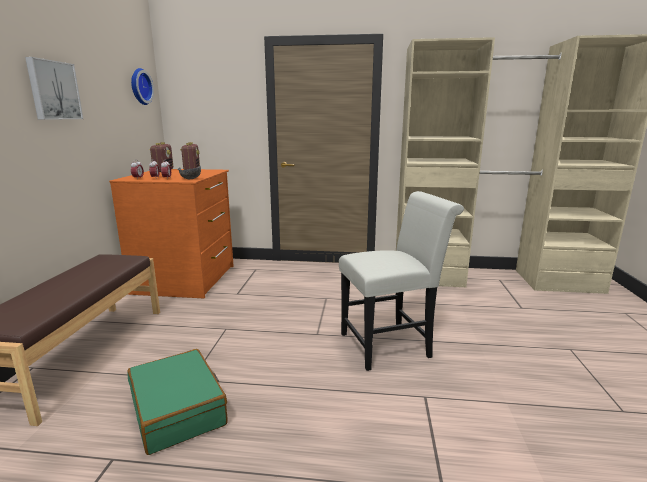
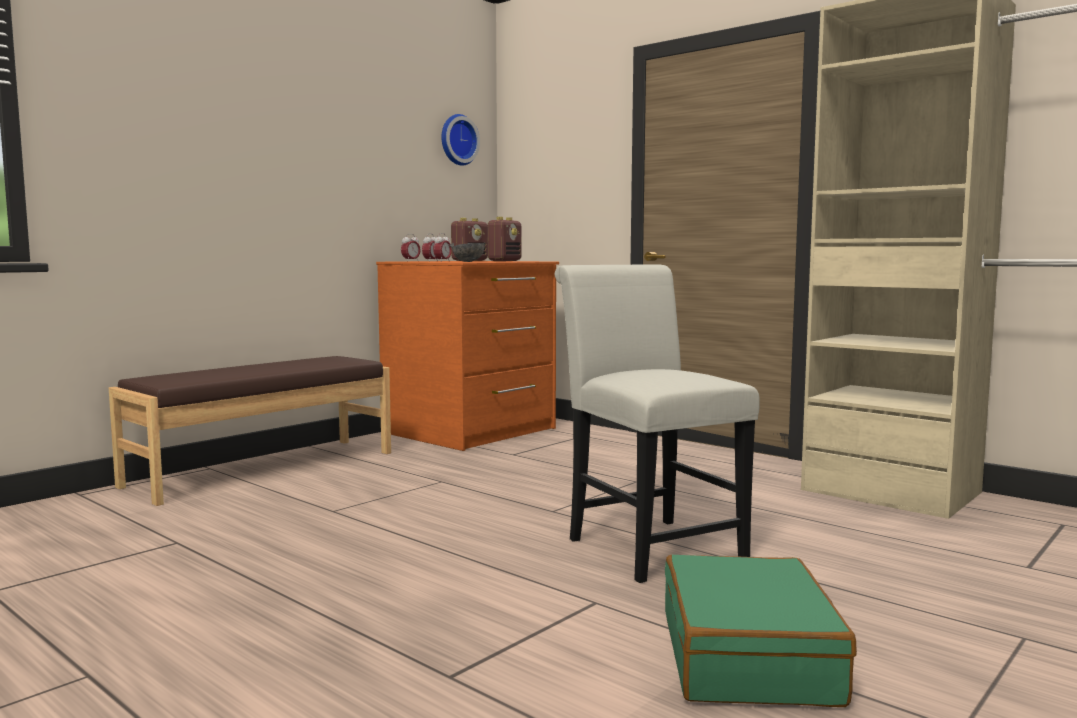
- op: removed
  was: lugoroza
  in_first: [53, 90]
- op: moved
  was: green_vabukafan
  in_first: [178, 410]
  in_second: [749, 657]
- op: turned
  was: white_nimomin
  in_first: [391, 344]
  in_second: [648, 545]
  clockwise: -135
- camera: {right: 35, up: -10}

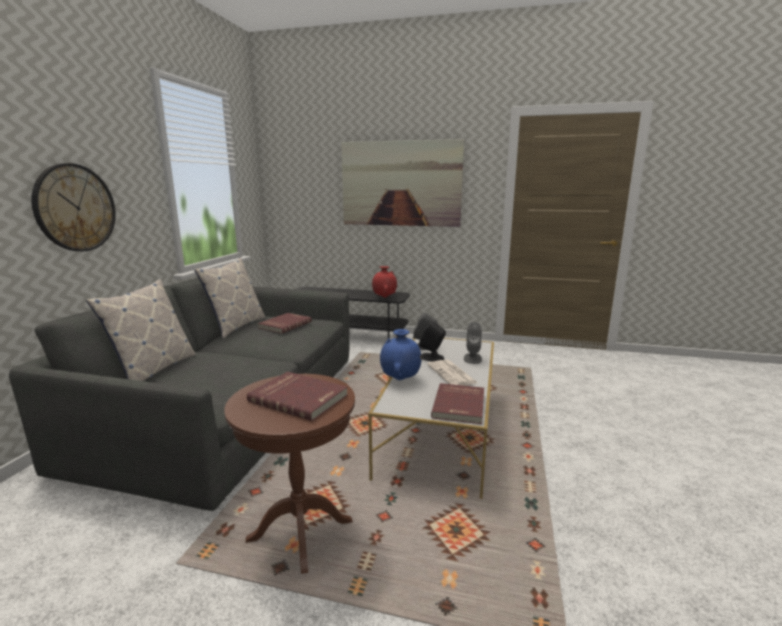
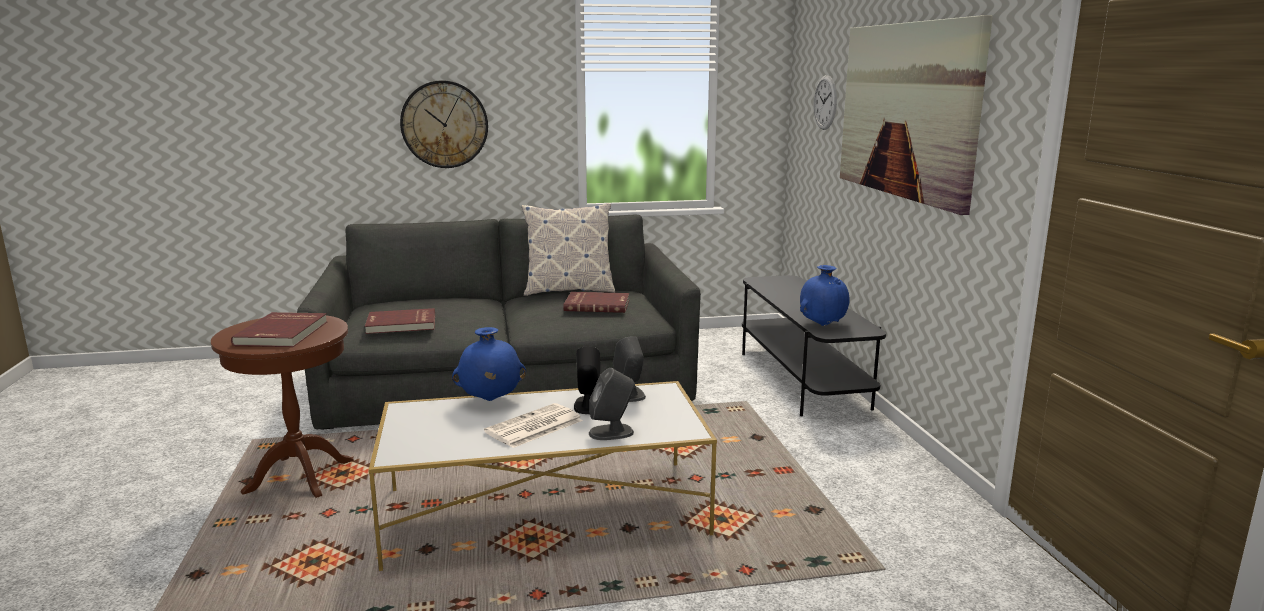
- op: removed
  was: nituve
  in_first: [153, 370]
- op: added
  now: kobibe
  in_second: [825, 102]
- op: moved
  was: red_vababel
  in_first: [460, 405]
  in_second: [401, 324]
- op: recoloured
  was: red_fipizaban
  now: blue_fipizaban
  in_first: [384, 297]
  in_second: [822, 325]
- camera: {right: 65, up: 0}

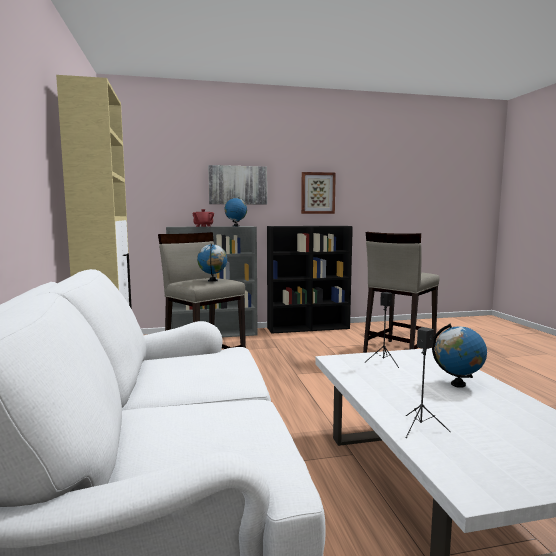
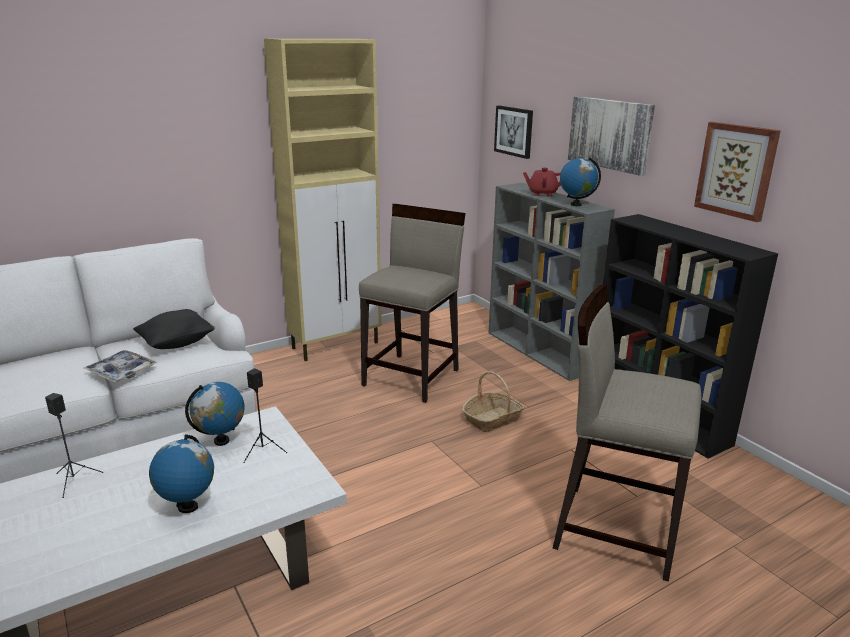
- op: added
  now: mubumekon
  in_second: [121, 372]
- op: added
  now: black_nituve
  in_second: [177, 343]
- op: added
  now: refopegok
  in_second: [492, 419]
- op: added
  now: lugoroza
  in_second: [514, 131]
- op: moved
  was: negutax
  in_first: [213, 280]
  in_second: [221, 441]
- camera: {right: 70, up: 15}

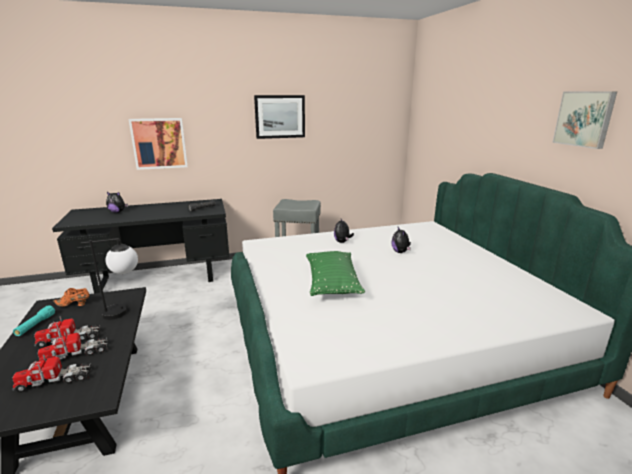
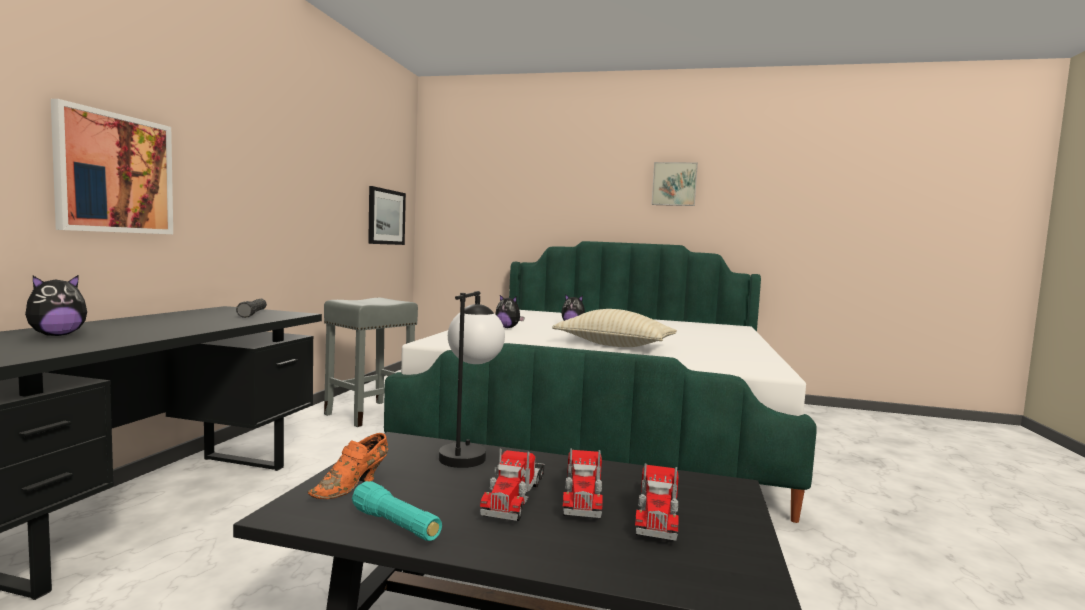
- op: moved
  was: lugoroza
  in_first: [280, 116]
  in_second: [386, 217]
- op: recoloured
  was: green_nituve
  now: beige_nituve
  in_first: [332, 283]
  in_second: [614, 345]
- camera: {right: -60, up: -15}

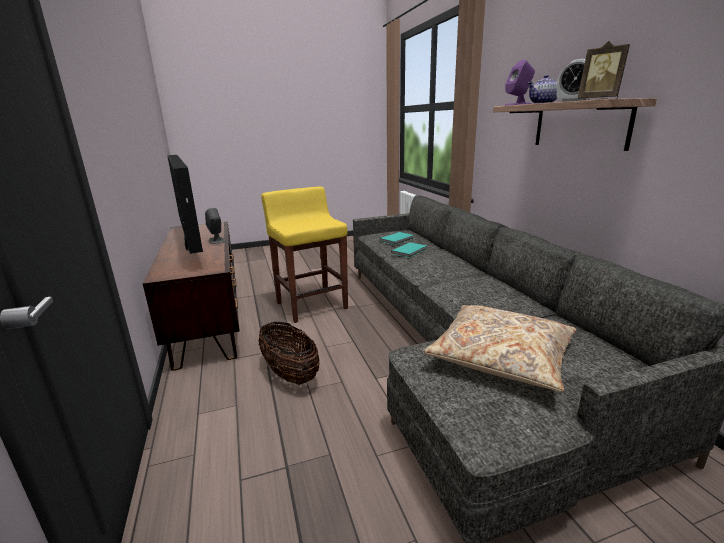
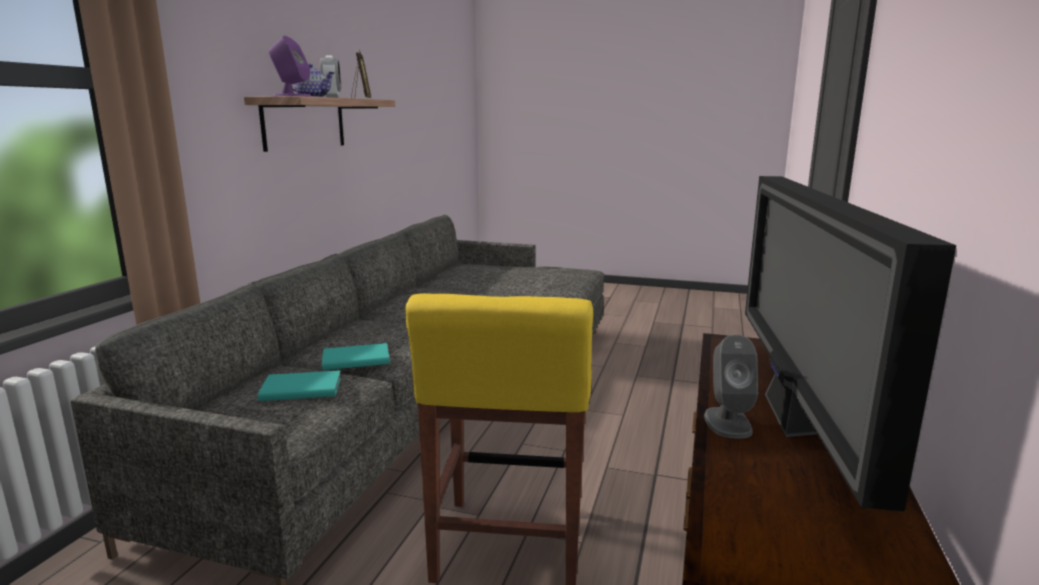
- op: removed
  was: refopegok
  in_first: [290, 374]
- op: removed
  was: beige_nituve
  in_first: [500, 356]
- camera: {right: -145, up: -5}

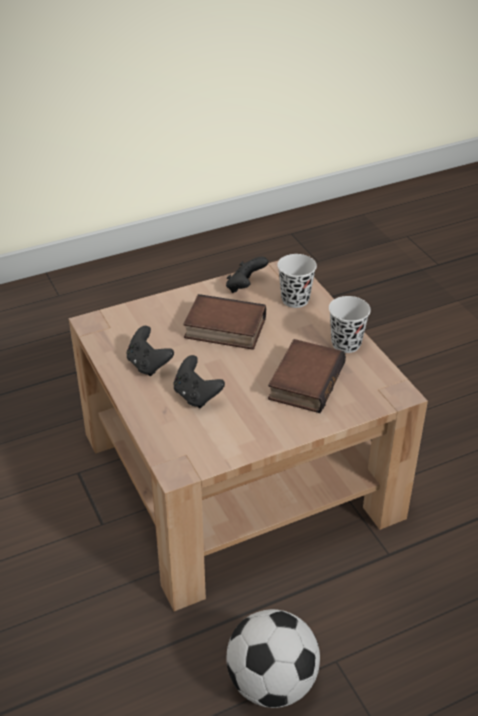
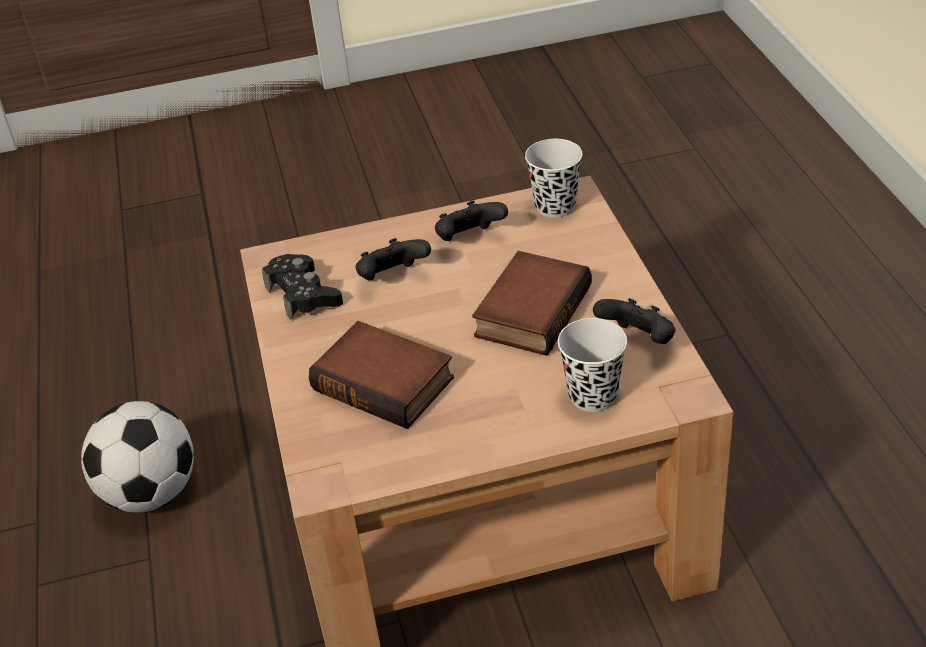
- op: added
  now: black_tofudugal
  in_second: [303, 294]
- op: moved
  was: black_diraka
  in_first: [346, 344]
  in_second: [555, 206]
- camera: {right: 105, up: 0}

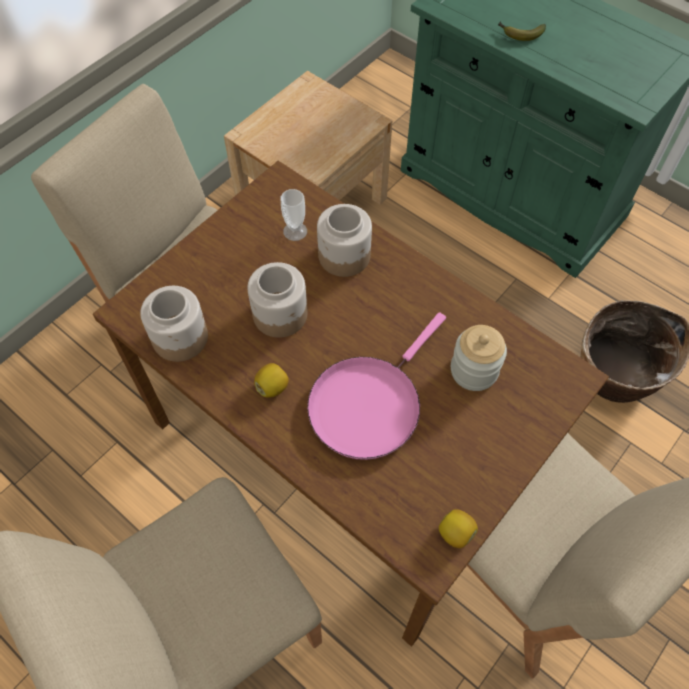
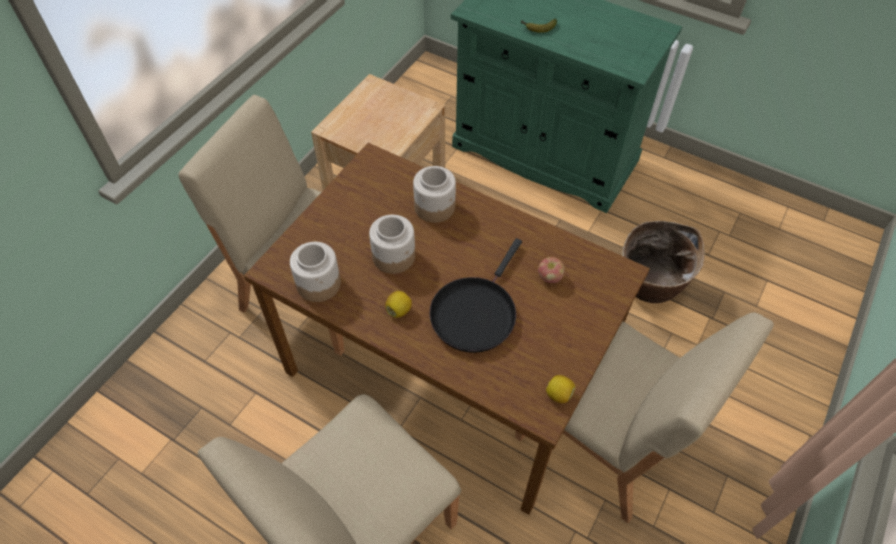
- op: removed
  was: diraka
  in_first: [295, 231]
- op: replaced
  was: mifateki
  now: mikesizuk
  in_first: [474, 370]
  in_second: [549, 277]
- op: recoloured
  was: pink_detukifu
  now: black_detukifu
  in_first: [368, 404]
  in_second: [475, 312]
- camera: {right: -10, up: -5}

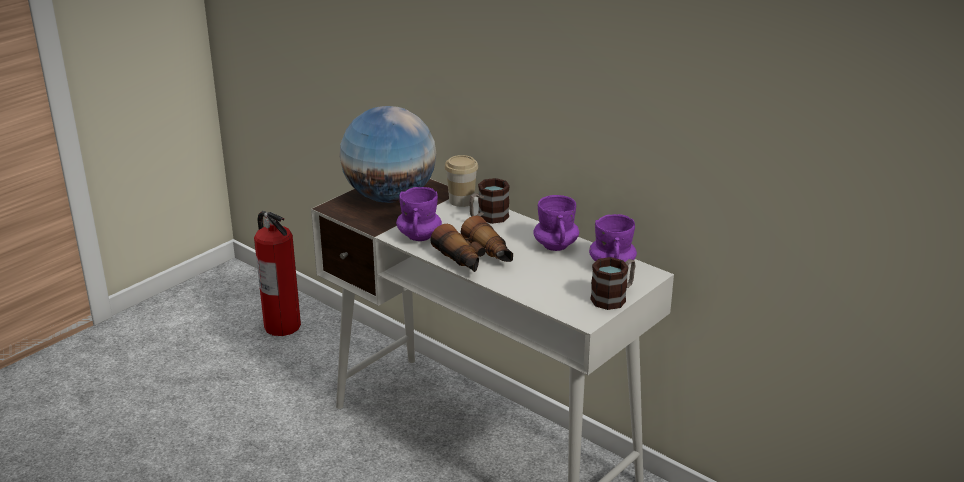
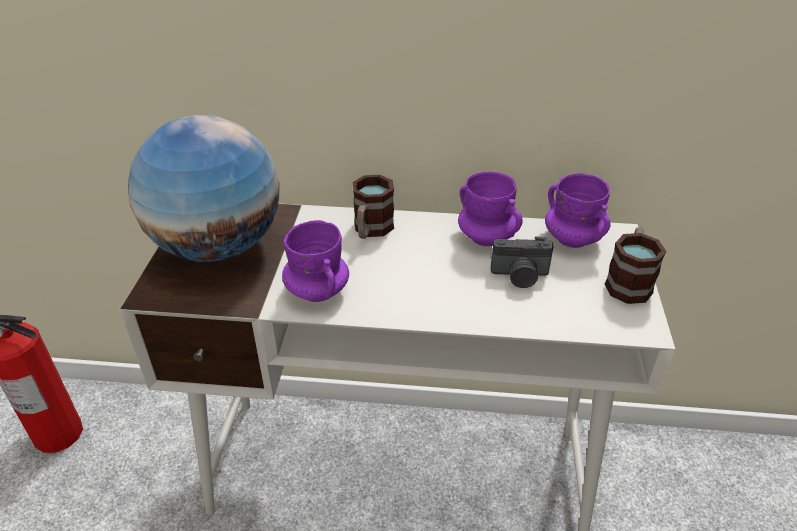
- op: removed
  was: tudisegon
  in_first: [475, 259]
- op: removed
  was: diraka
  in_first: [461, 201]
- op: added
  now: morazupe
  in_second: [520, 276]
- camera: {right: -35, up: 10}

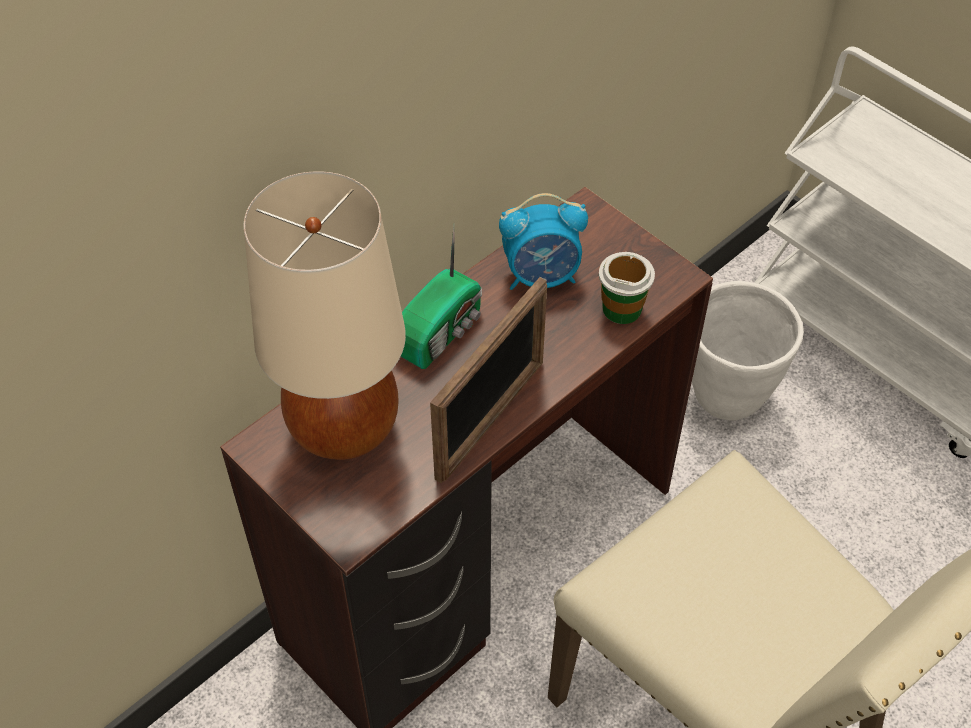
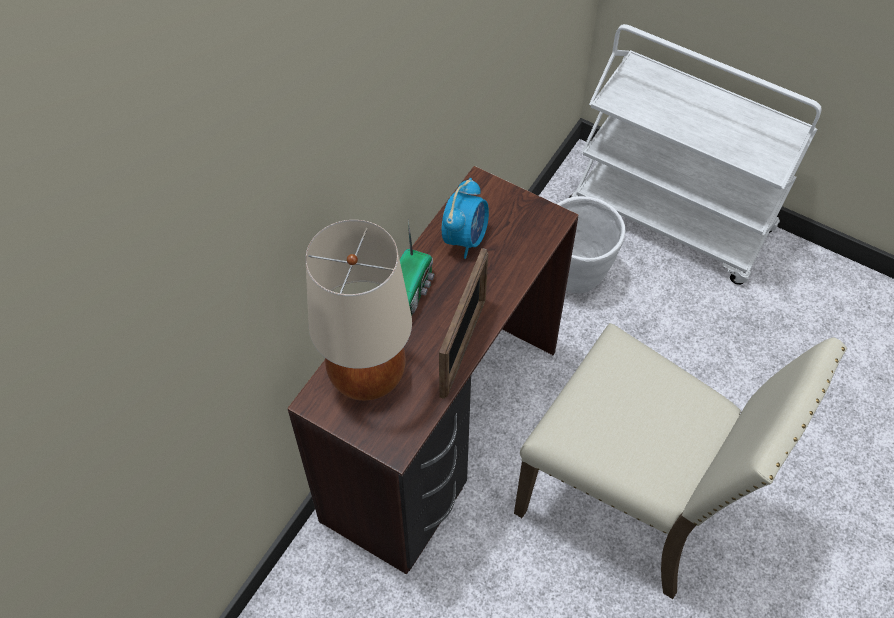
- op: removed
  was: diraka
  in_first: [622, 308]
- op: turned
  was: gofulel
  in_first: [542, 276]
  in_second: [465, 238]
  clockwise: -45
- camera: {right: -15, up: 5}

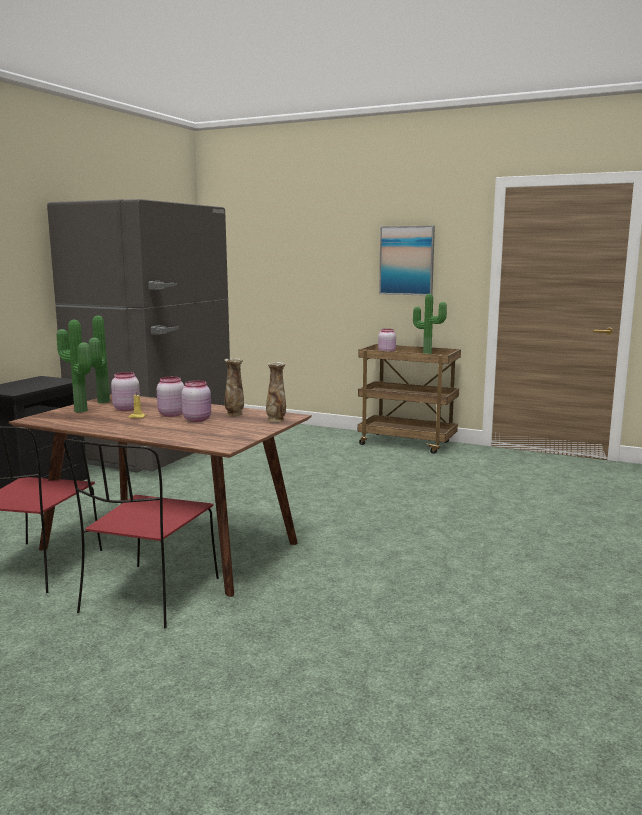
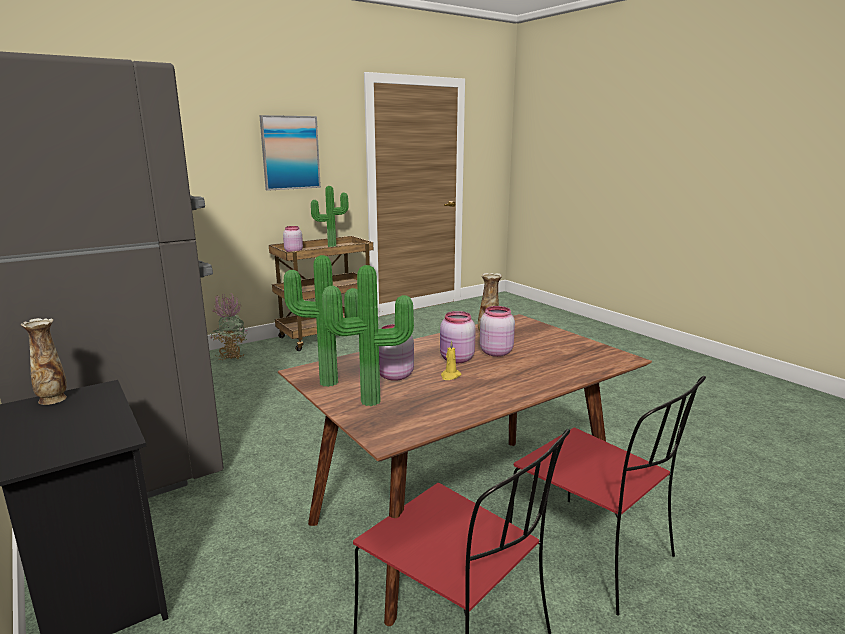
- op: added
  now: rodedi
  in_second: [231, 356]
- op: moved
  was: fipizaban
  in_first: [276, 420]
  in_second: [53, 399]
- camera: {right: -60, up: 5}

